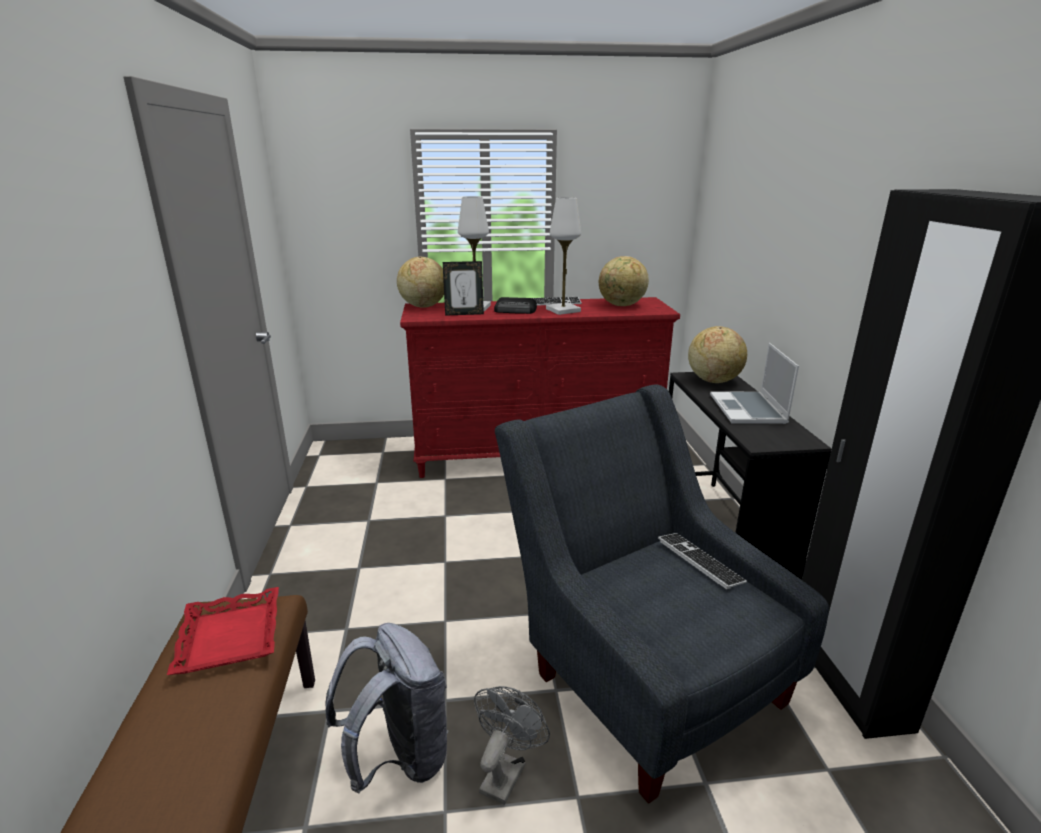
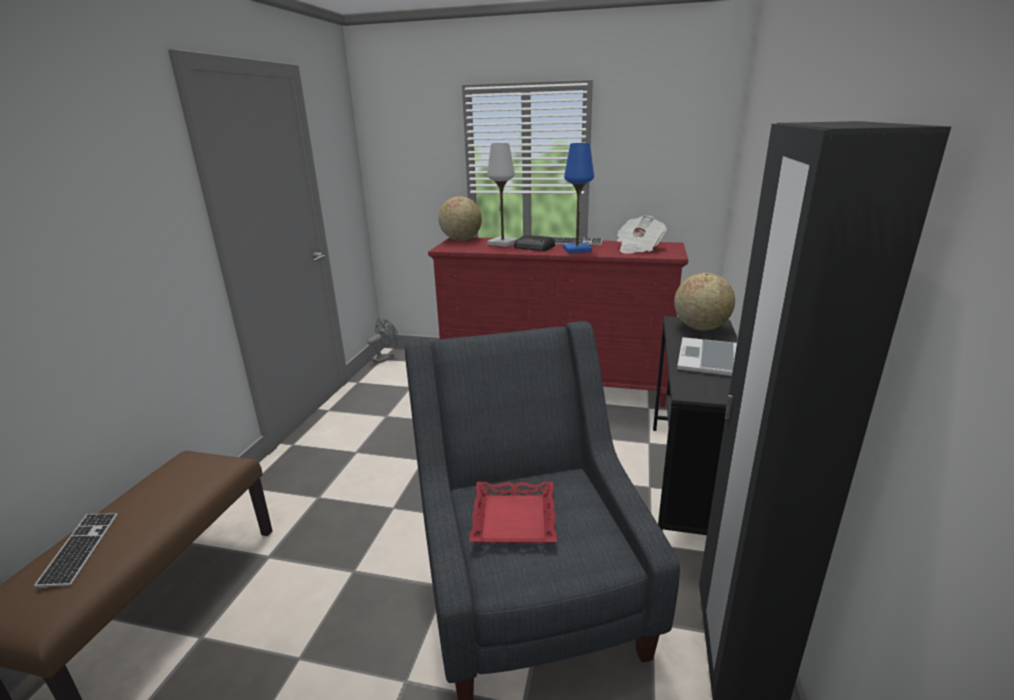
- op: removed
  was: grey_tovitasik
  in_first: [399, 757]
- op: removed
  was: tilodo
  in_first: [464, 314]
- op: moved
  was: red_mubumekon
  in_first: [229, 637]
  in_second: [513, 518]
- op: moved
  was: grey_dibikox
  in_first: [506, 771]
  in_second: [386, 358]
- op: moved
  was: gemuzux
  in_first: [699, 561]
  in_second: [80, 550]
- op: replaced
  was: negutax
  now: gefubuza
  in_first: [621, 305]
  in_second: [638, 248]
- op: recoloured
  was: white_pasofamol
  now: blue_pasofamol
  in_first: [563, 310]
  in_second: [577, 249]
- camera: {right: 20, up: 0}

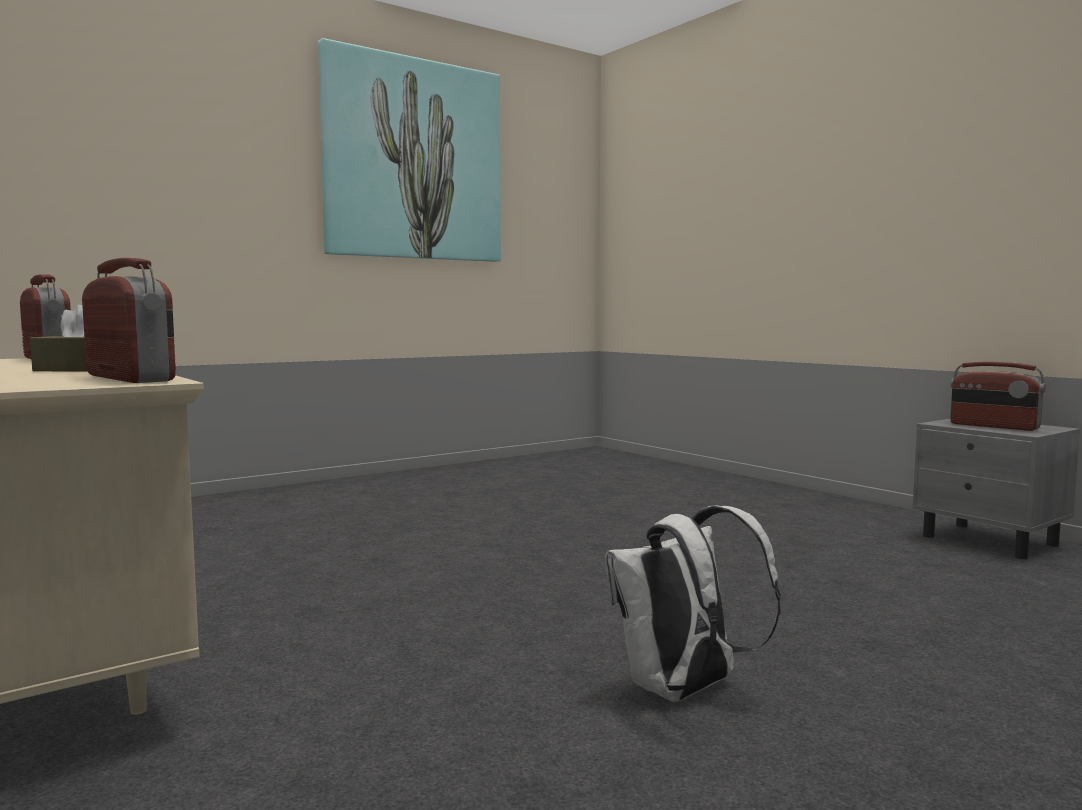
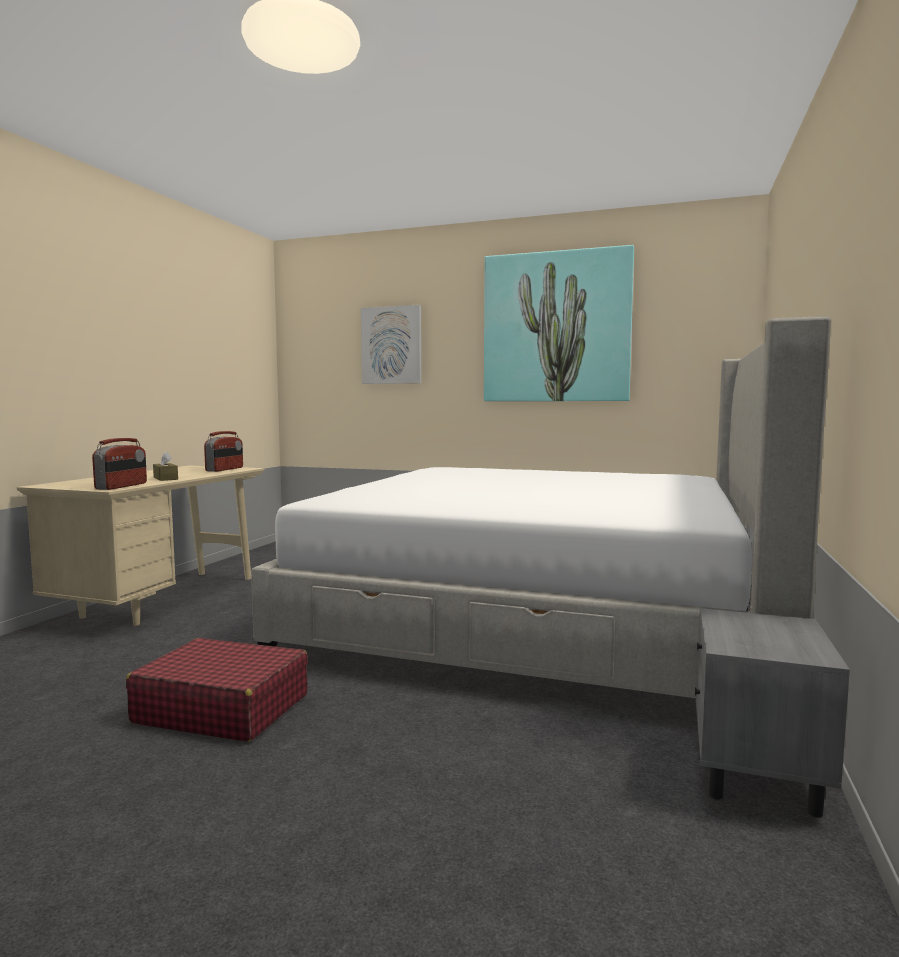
- op: removed
  was: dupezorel
  in_first: [993, 426]
- op: added
  now: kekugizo
  in_second: [540, 616]
- op: added
  now: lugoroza
  in_second: [391, 345]
- op: replaced
  was: white_tovitasik
  now: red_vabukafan
  in_first: [683, 691]
  in_second: [222, 708]
- camera: {right: 55, up: 0}

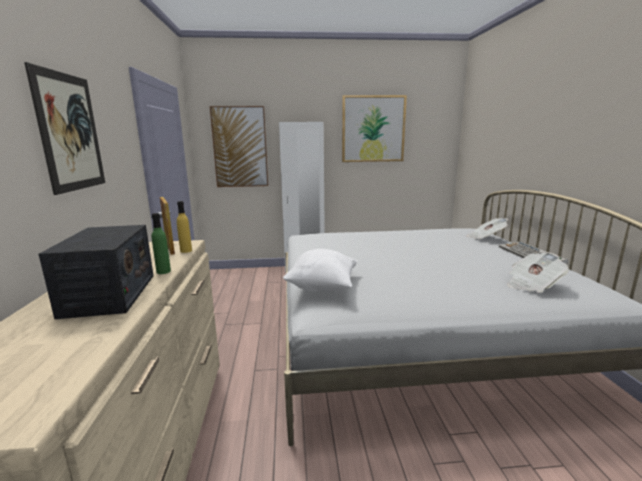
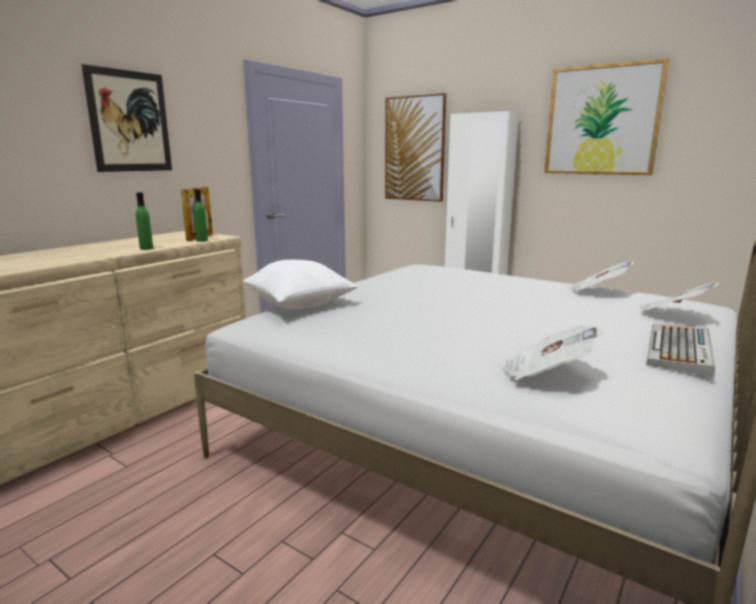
- op: removed
  was: dupezorel
  in_first: [110, 295]
- op: added
  now: gefubuza
  in_second: [596, 291]
- op: recoloured
  was: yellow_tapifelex
  now: green_tapifelex
  in_first: [186, 251]
  in_second: [202, 240]
- camera: {right: 40, up: 0}

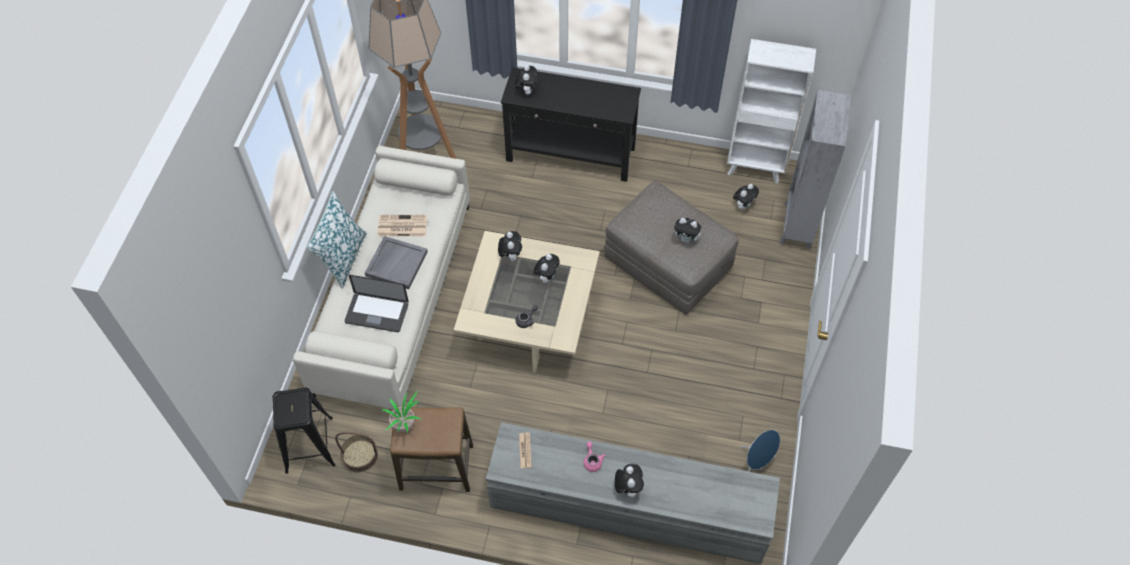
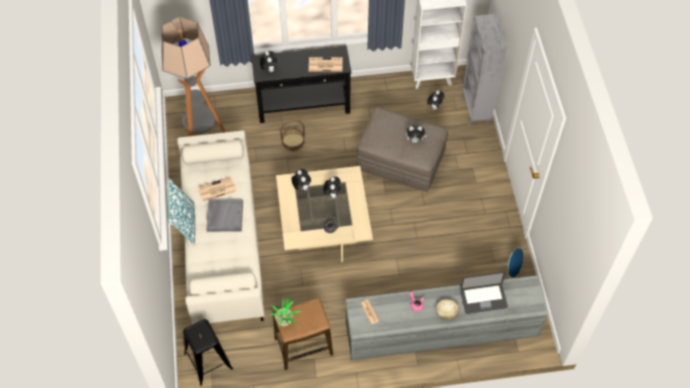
- op: added
  now: gefubuza
  in_second: [325, 64]
- op: moved
  was: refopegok
  in_first: [360, 455]
  in_second: [293, 142]
- op: moved
  was: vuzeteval
  in_first: [377, 313]
  in_second: [483, 299]
- op: replaced
  was: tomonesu
  now: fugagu
  in_first: [628, 488]
  in_second: [446, 313]
- camera: {right: -20, up: 0}

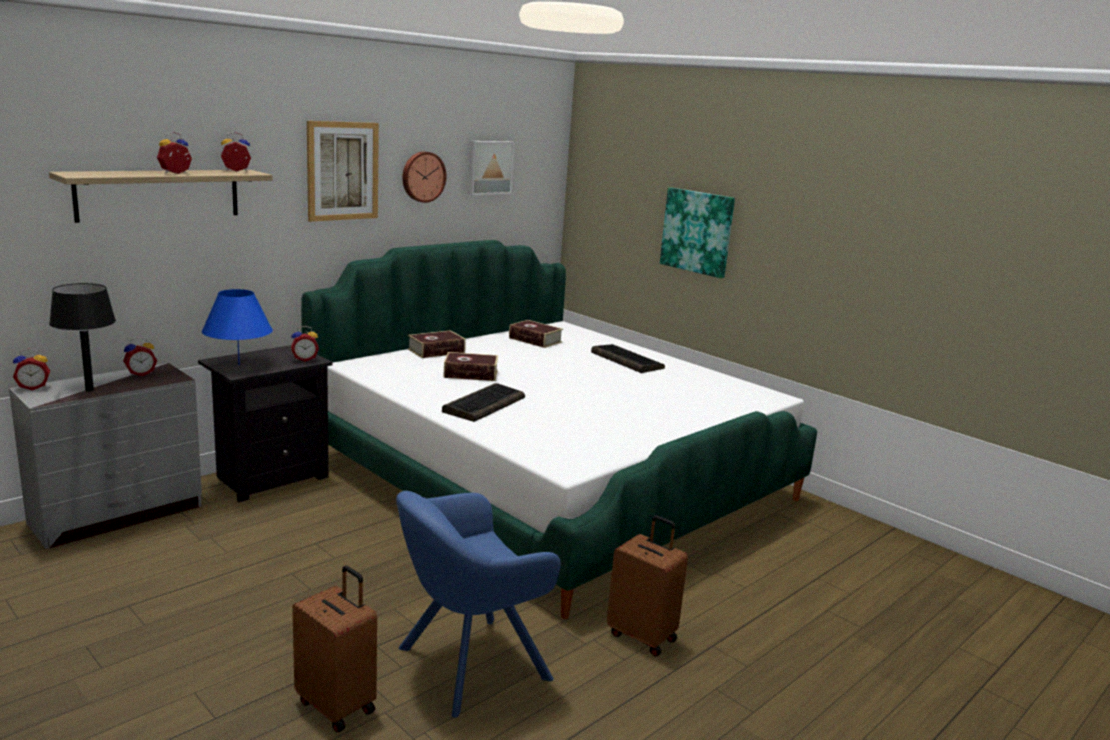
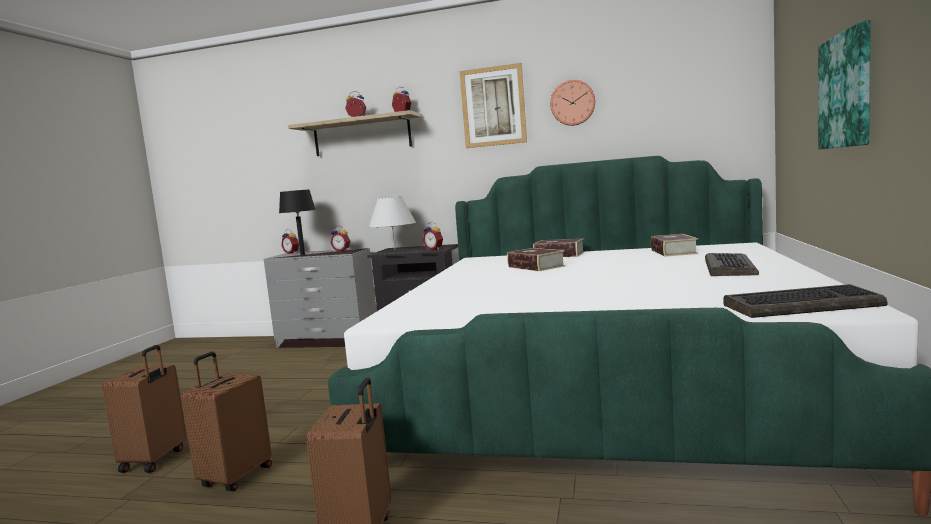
- op: removed
  was: lugoroza
  in_first: [489, 167]
- op: moved
  was: gemuzux
  in_first: [484, 404]
  in_second: [801, 305]
- op: replaced
  was: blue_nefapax
  now: brown_vabukafan
  in_first: [465, 666]
  in_second: [235, 477]
- op: recoloured
  was: blue_pasofamol
  now: white_pasofamol
  in_first: [239, 365]
  in_second: [395, 250]
- camera: {right: 60, up: -10}

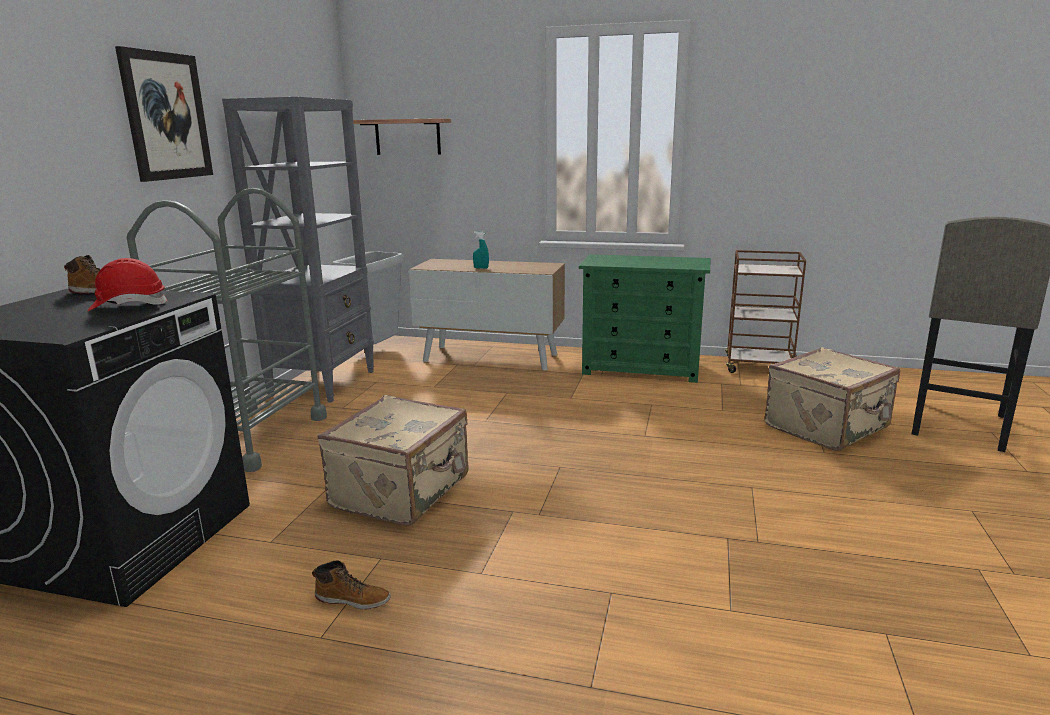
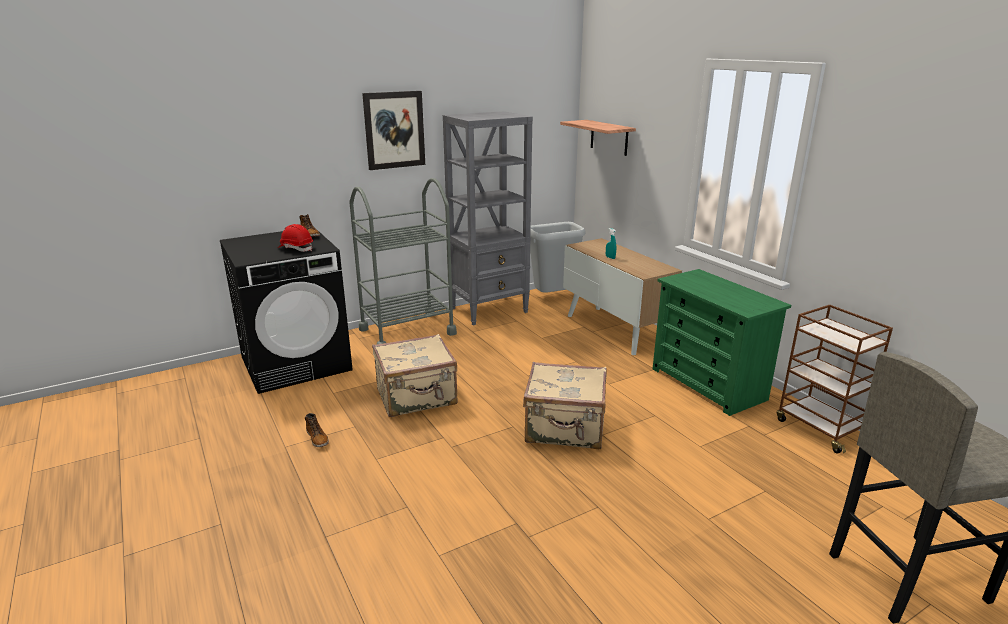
- op: moved
  was: beige_vabukafan
  in_first: [828, 427]
  in_second: [565, 429]
- camera: {right: 45, up: 5}

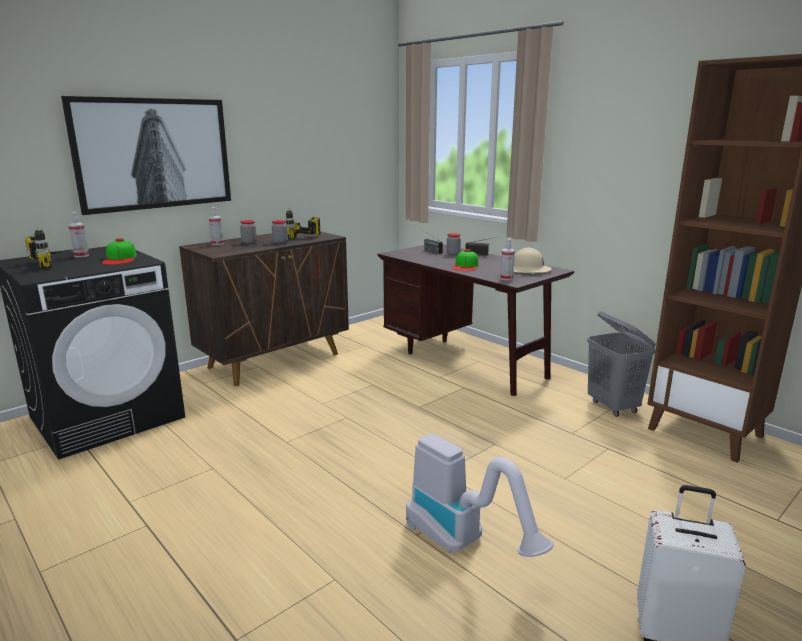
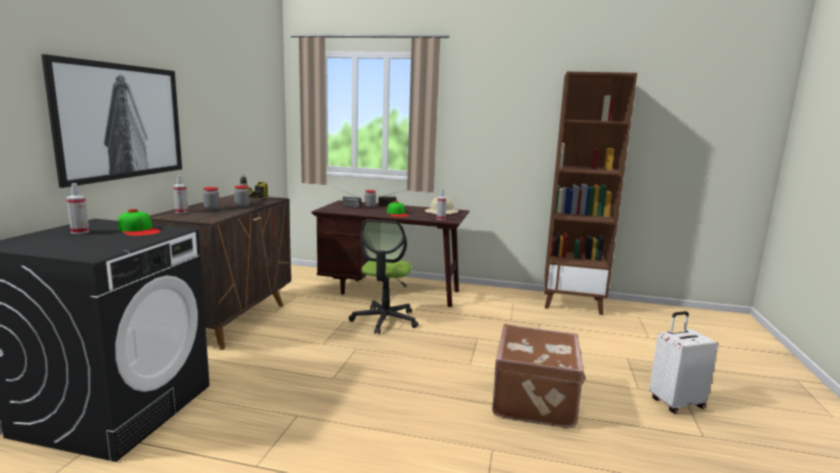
- op: removed
  was: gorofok
  in_first: [60, 262]
- op: removed
  was: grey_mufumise
  in_first: [613, 407]
- op: added
  now: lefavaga
  in_second: [385, 320]
- op: replaced
  was: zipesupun
  now: brown_vabukafan
  in_first: [464, 544]
  in_second: [536, 400]
- camera: {right: -35, up: -5}

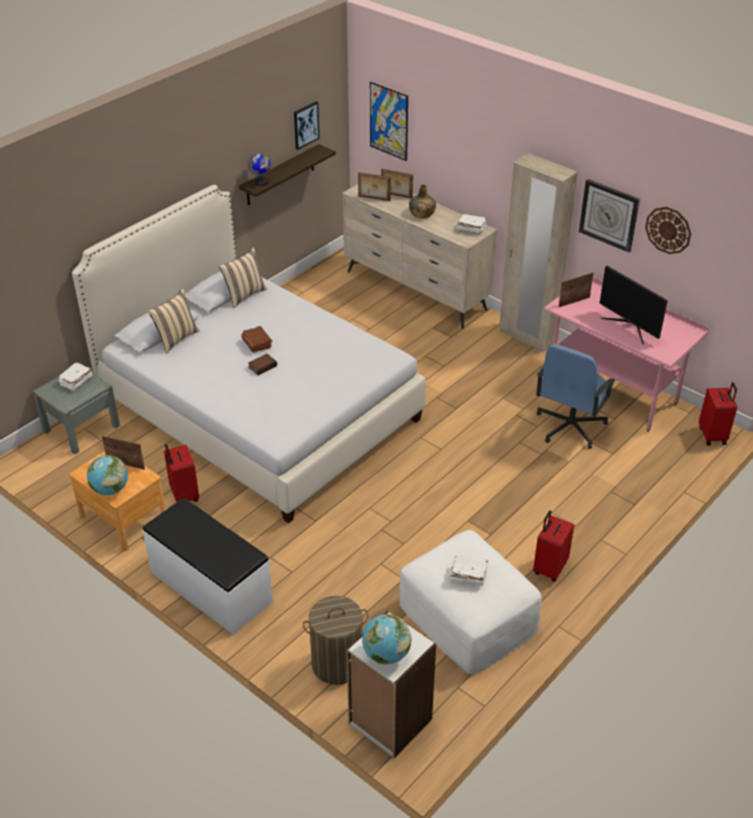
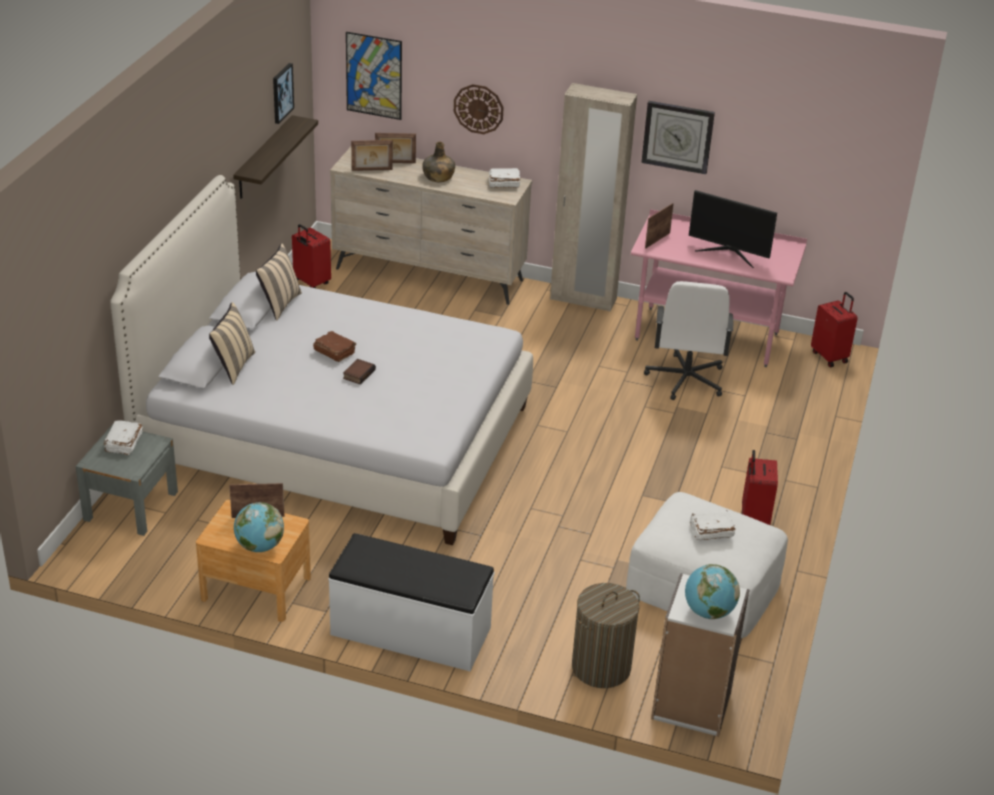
- op: removed
  was: negutax
  in_first: [262, 182]
- op: moved
  was: red_vabukafan
  in_first: [183, 495]
  in_second: [311, 282]
- op: moved
  was: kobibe
  in_first: [668, 230]
  in_second: [478, 109]
- op: recoloured
  was: blue_lefavaga
  now: white_lefavaga
  in_first: [569, 427]
  in_second: [685, 379]
- camera: {right: -25, up: -5}

